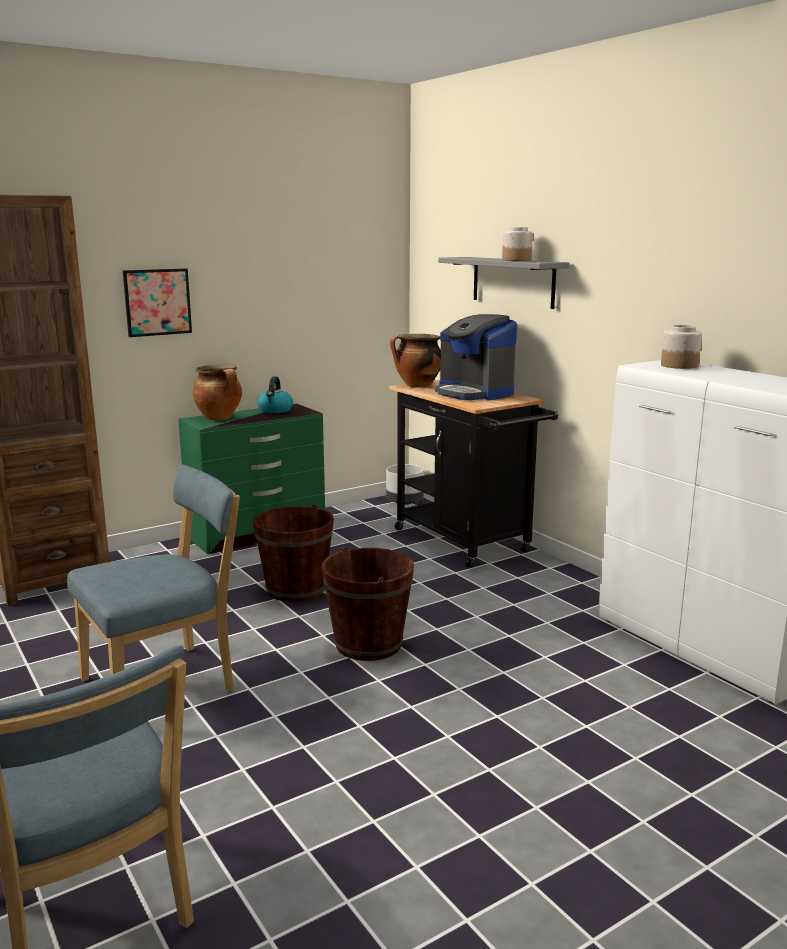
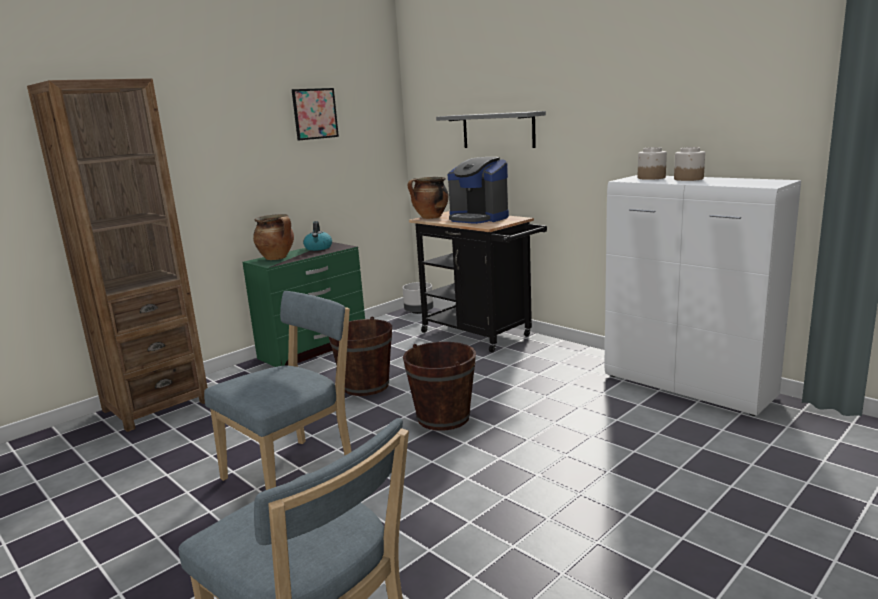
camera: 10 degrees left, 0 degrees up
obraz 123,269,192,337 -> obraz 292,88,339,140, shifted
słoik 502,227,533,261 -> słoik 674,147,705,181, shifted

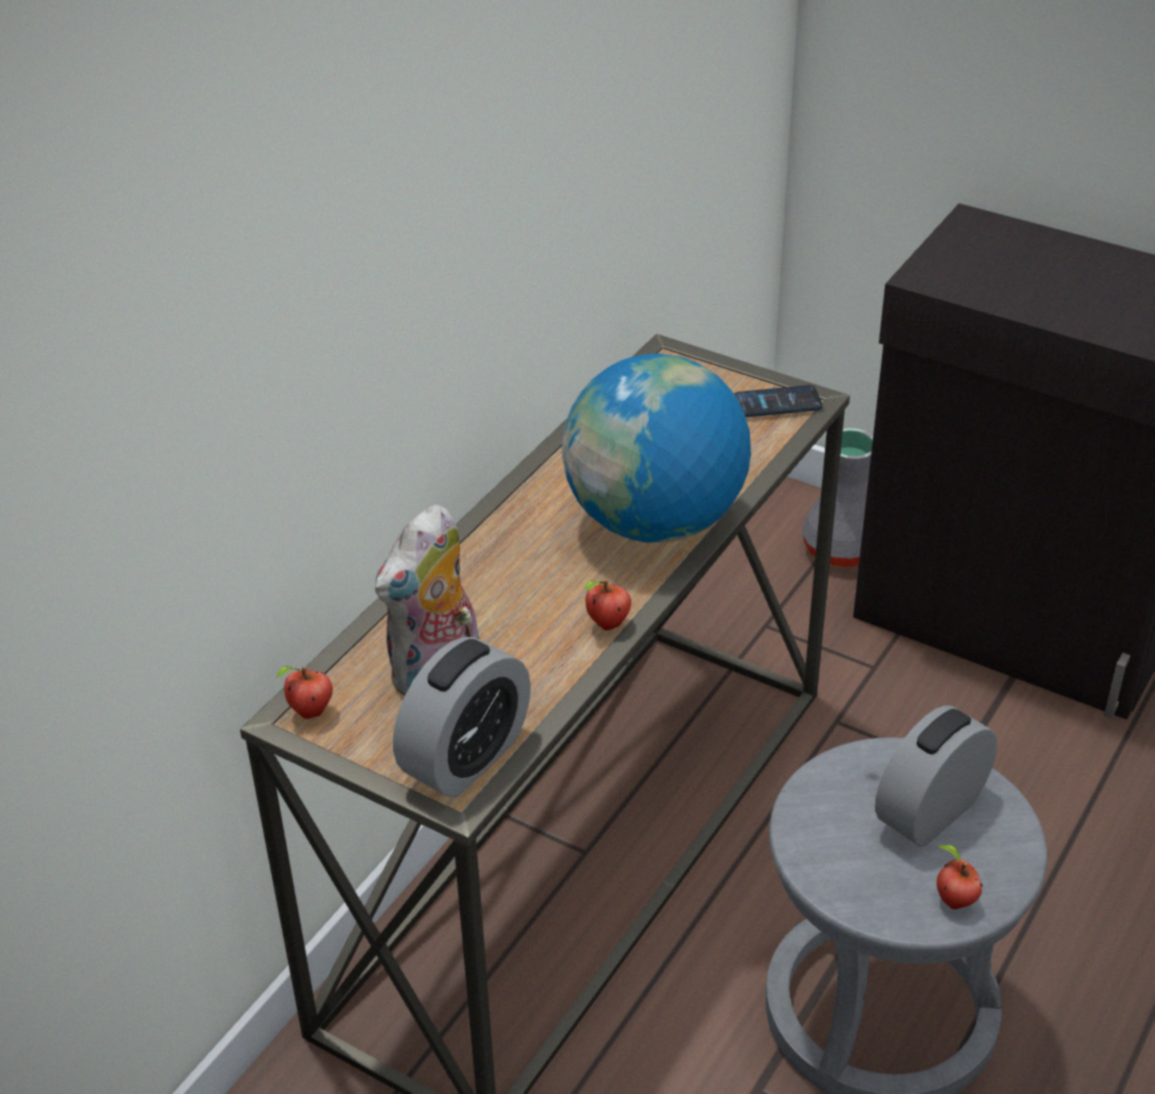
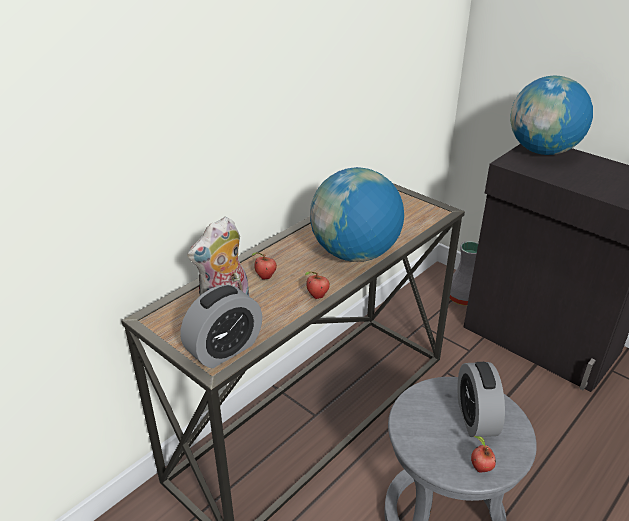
camera: 10 degrees right, 5 degrees down
jabłko 277,666,333,719 -> jabłko 251,252,277,280, shifted
telefon 735,385,823,417 -> none
budzik 875,705,997,847 -> budzik 457,362,505,437, 60 degrees counterclockwise
none -> globus 510,75,593,155

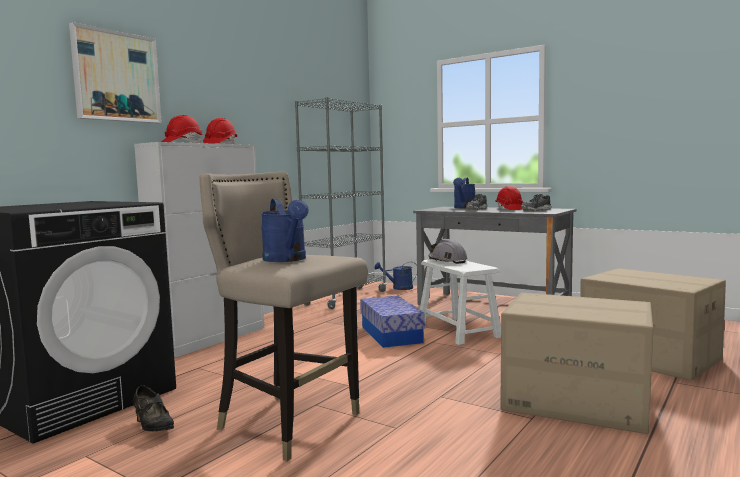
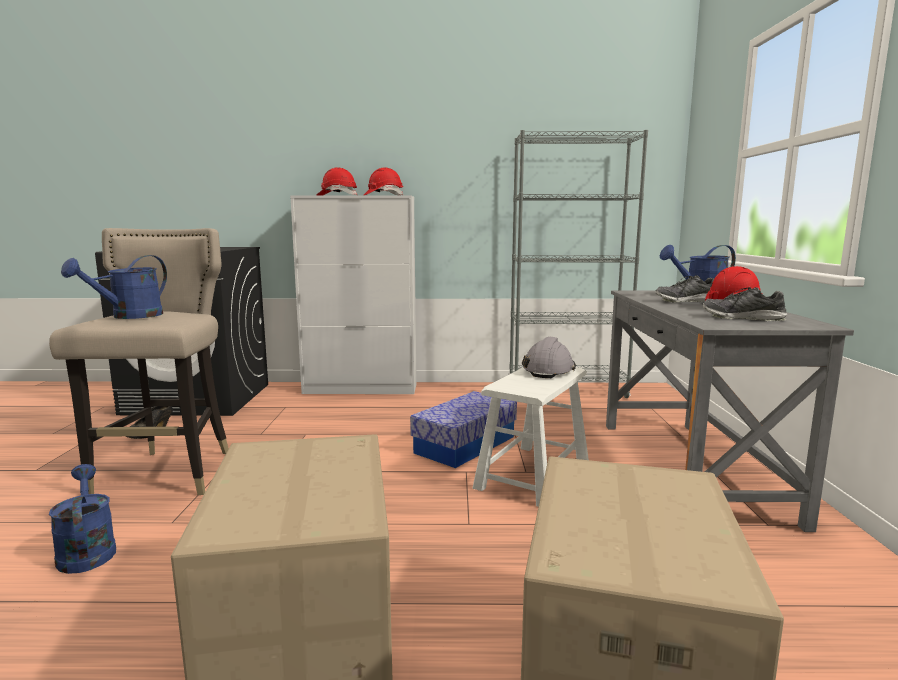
camera: 55 degrees right, 5 degrees up
obraz 69,22,162,123 -> none
konewka [niebieski] 374,262,417,290 -> konewka [niebieski] 49,464,116,574, shifted

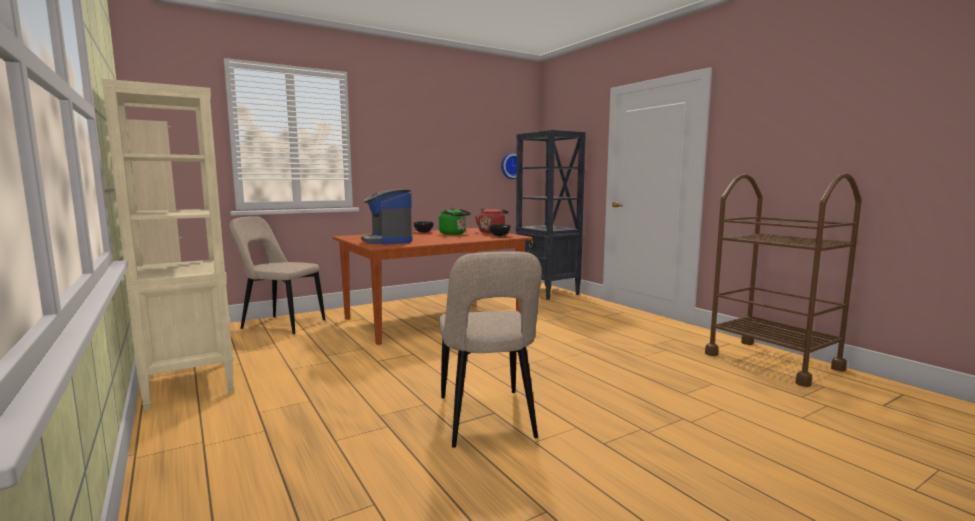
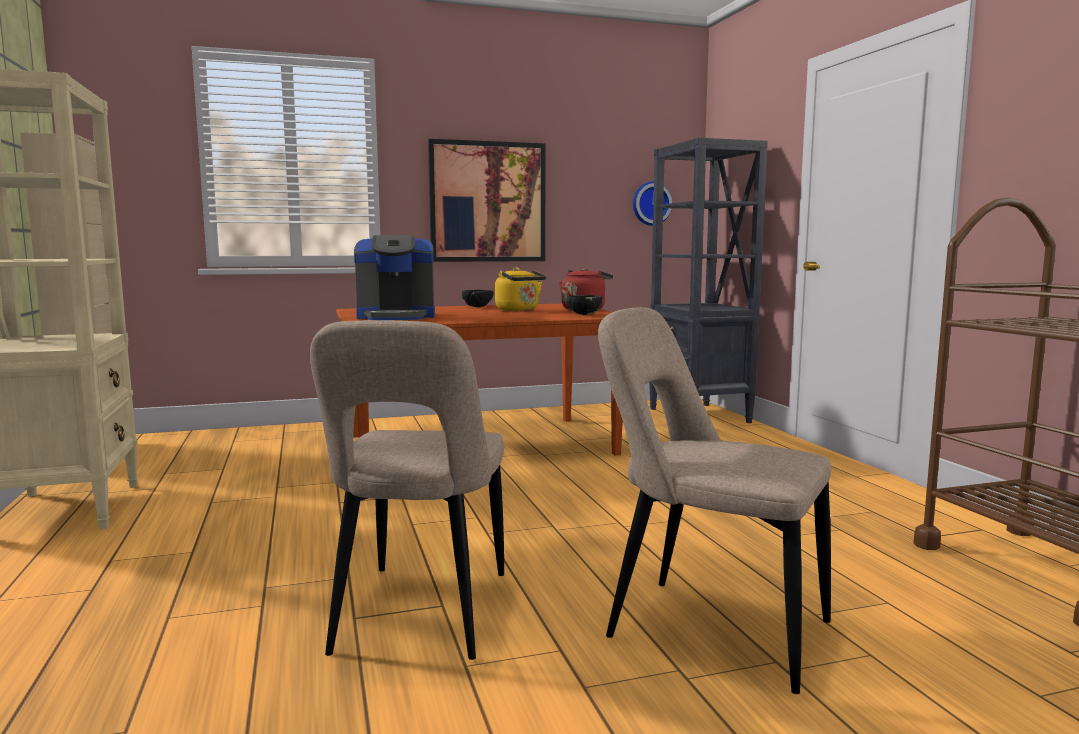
camera: 15 degrees right, 0 degrees up
krzesło [beżowy] 229,216,325,334 -> krzesło [beżowy] 598,307,831,694, shifted
ekspres do kawy 361,189,412,245 -> ekspres do kawy 354,235,435,320, 90 degrees counterclockwise
czajnik [zielony] 439,208,471,235 -> czajnik [żółty] 495,267,546,311
none -> obraz 428,139,545,262

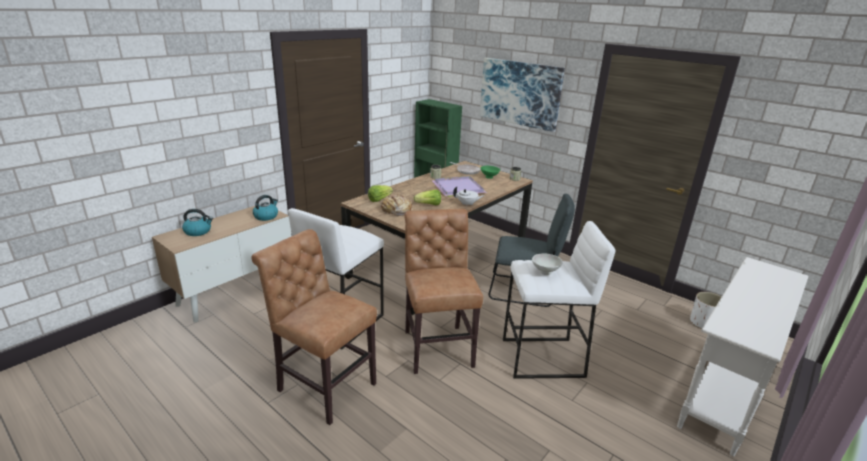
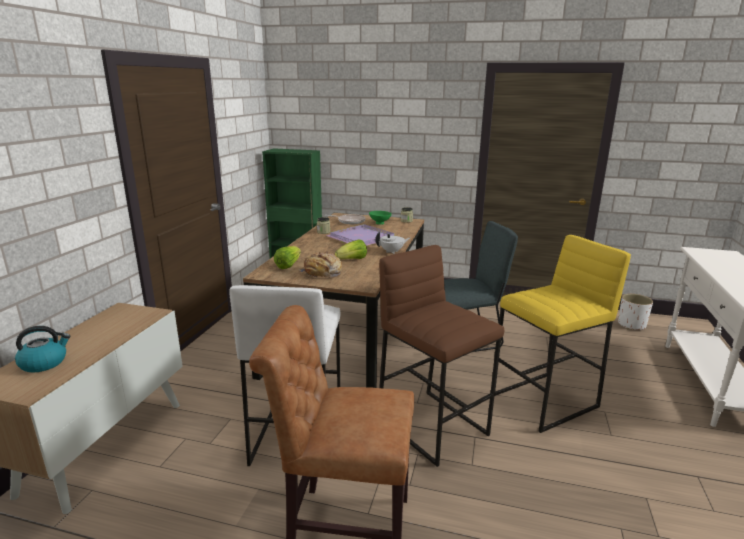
camera: 25 degrees left, 5 degrees down
czajnik 253,195,278,221 -> none
krzesło [brązowy] 404,209,483,374 -> stołek [brązowy] 379,245,504,467
obraz 480,58,565,132 -> none
stołek [biały] 503,221,616,379 -> stołek [żółty] 495,235,631,433
miska [biały] 532,253,563,275 -> none

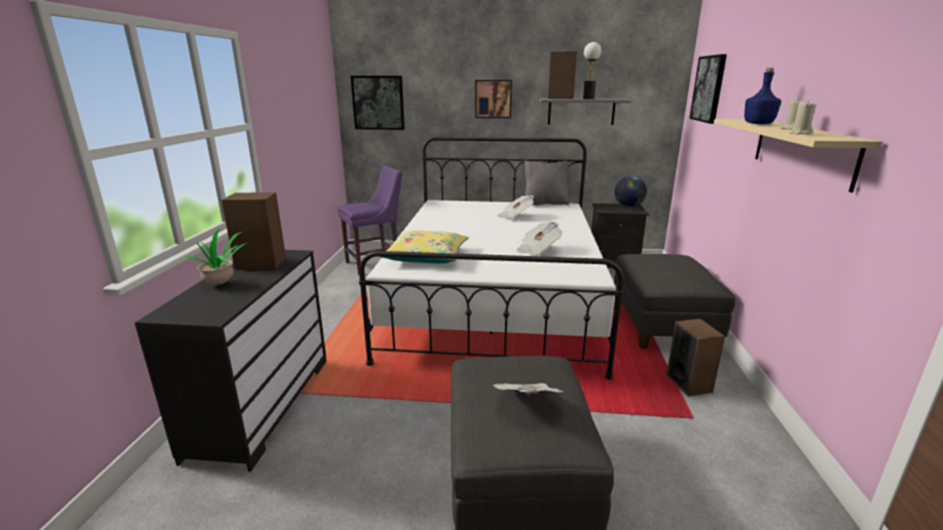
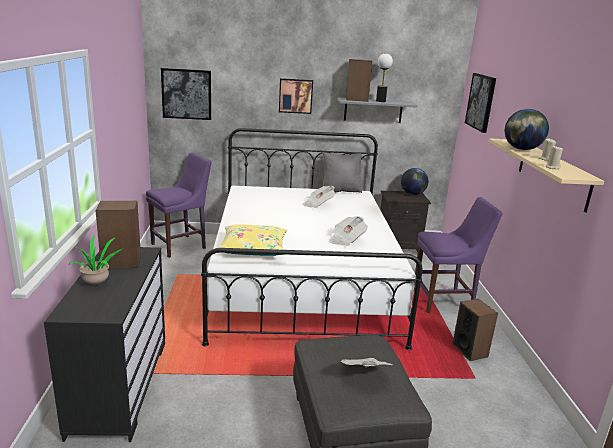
camera: 10 degrees left, 0 degrees up
pufa [szary] 614,254,735,348 -> krzesło [fioletowy] 414,197,502,313
butelka [niebieski] 744,68,781,124 -> globus 505,109,549,150

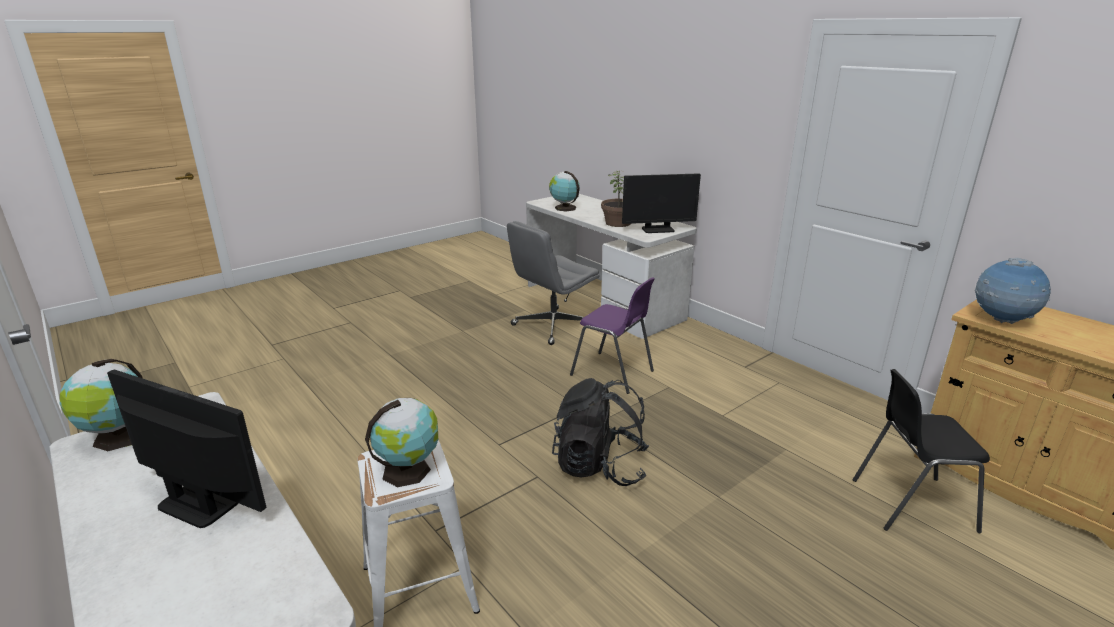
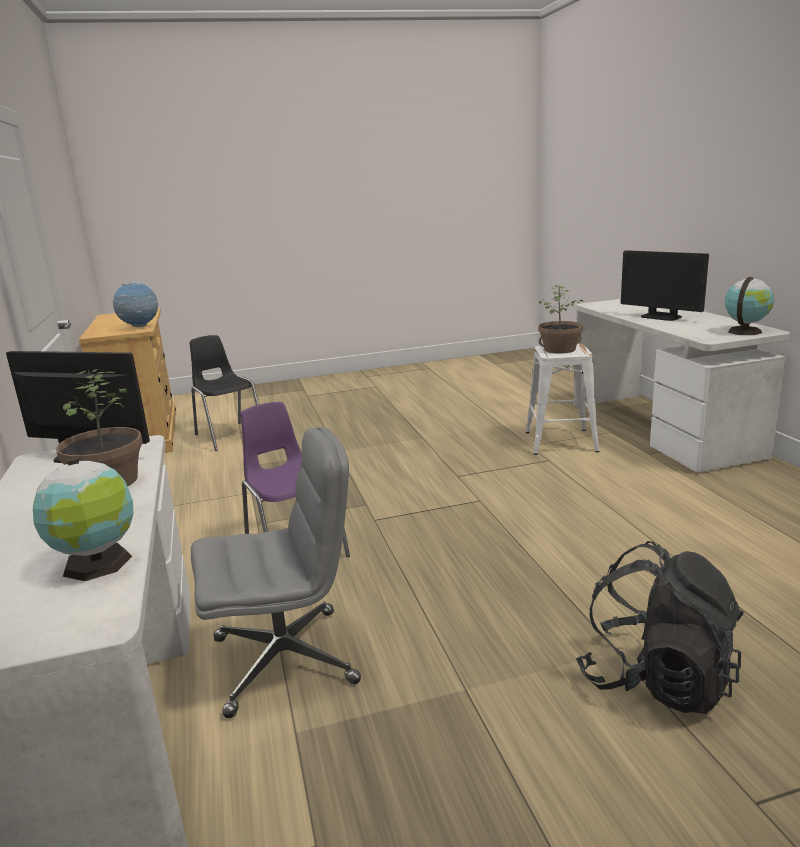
camera: 155 degrees left, 5 degrees down
globus 365,398,438,487 -> roślina doniczkowa 538,285,583,354
plecak [czarny] 552,378,649,486 -> plecak [czarny] 576,541,744,714, shifted
krzesło [czarny] 853,369,990,533 -> krzesło [czarny] 190,335,259,451, 150 degrees counterclockwise

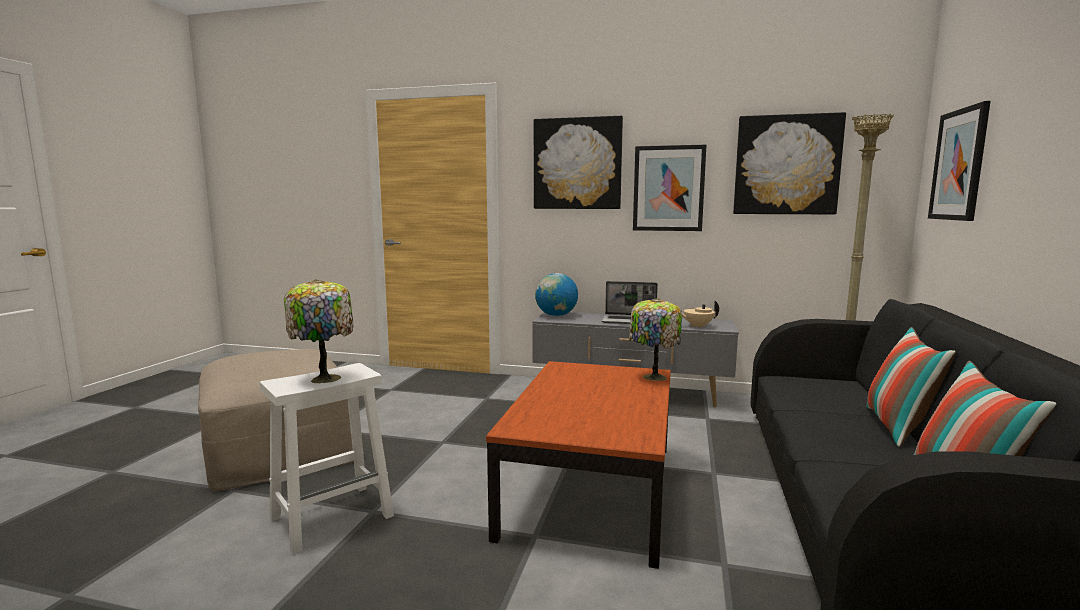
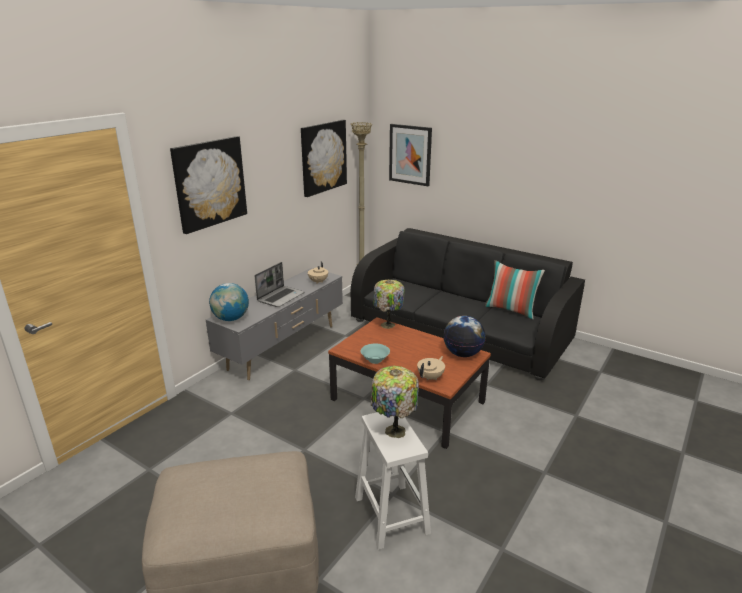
camera: 70 degrees left, 15 degrees up
obraz 633,144,707,231 -> none
poduszka 866,327,956,447 -> none
none -> miska [turkusowy] 361,344,390,364
none -> imbryk [beżowy] 417,356,445,381
none -> globus 443,316,486,357

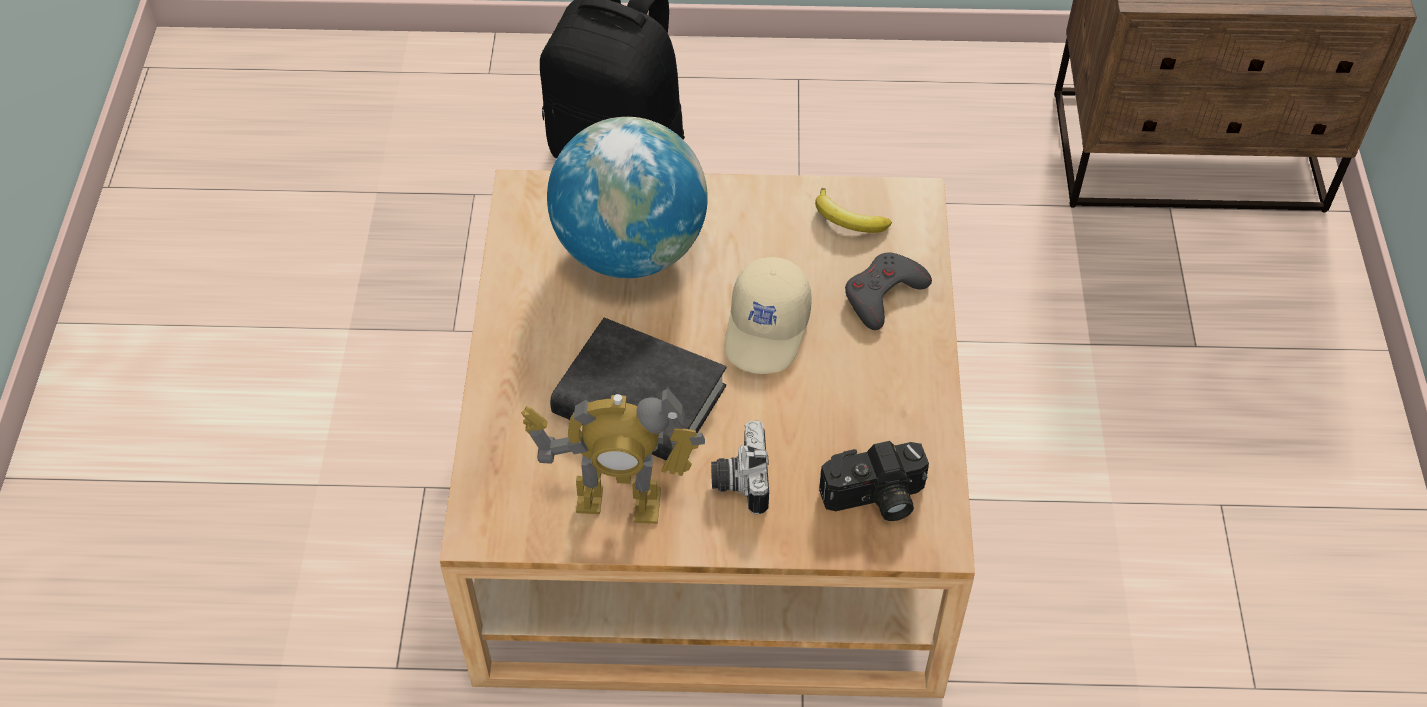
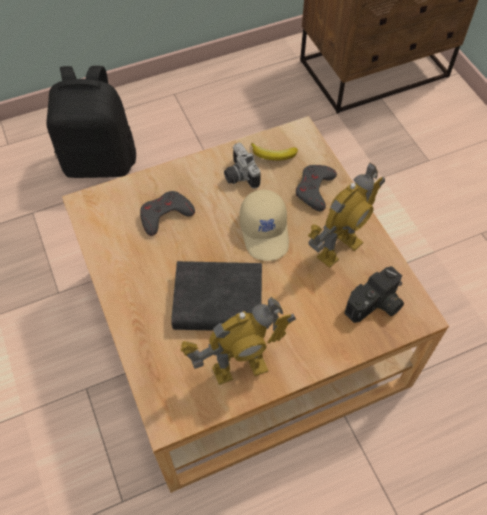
camera: 25 degrees left, 5 degrees up
globus 547,117,708,278 -> pad do gier [szary] 140,191,195,236
aparat fotograficzny 711,421,769,514 -> aparat fotograficzny 224,143,261,189, shifted
none -> robot zabawkowy 308,163,385,268

